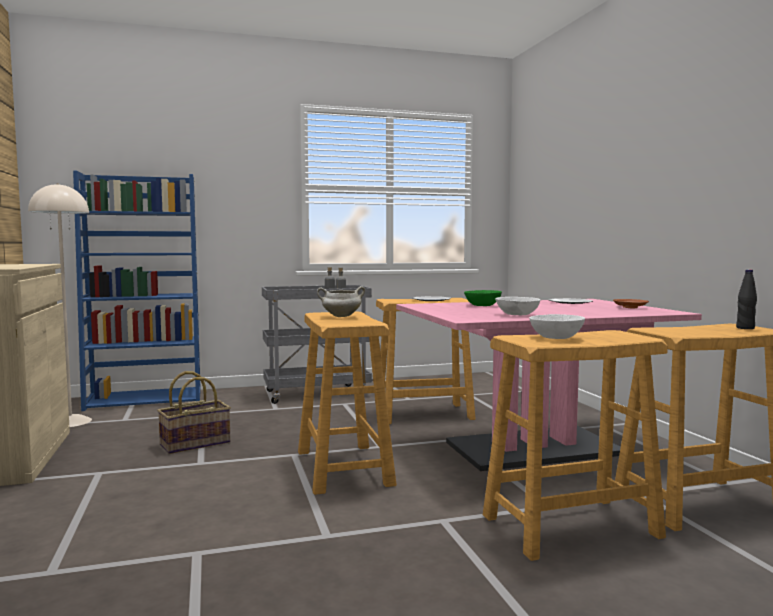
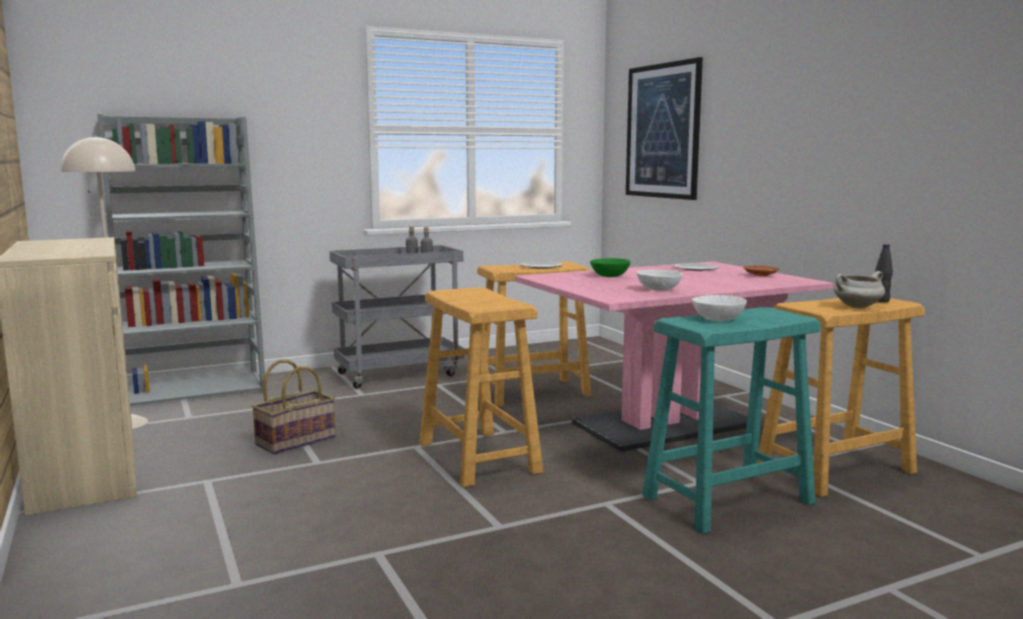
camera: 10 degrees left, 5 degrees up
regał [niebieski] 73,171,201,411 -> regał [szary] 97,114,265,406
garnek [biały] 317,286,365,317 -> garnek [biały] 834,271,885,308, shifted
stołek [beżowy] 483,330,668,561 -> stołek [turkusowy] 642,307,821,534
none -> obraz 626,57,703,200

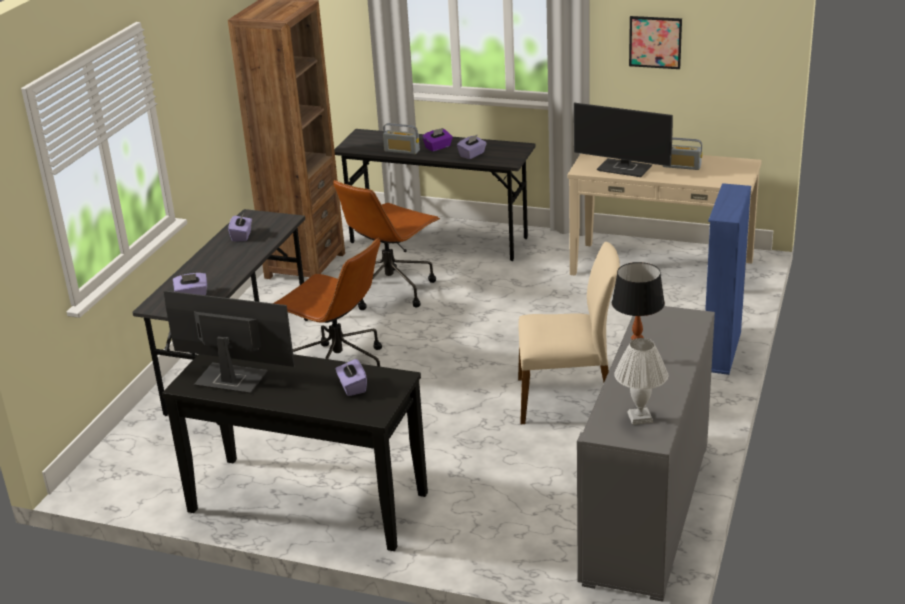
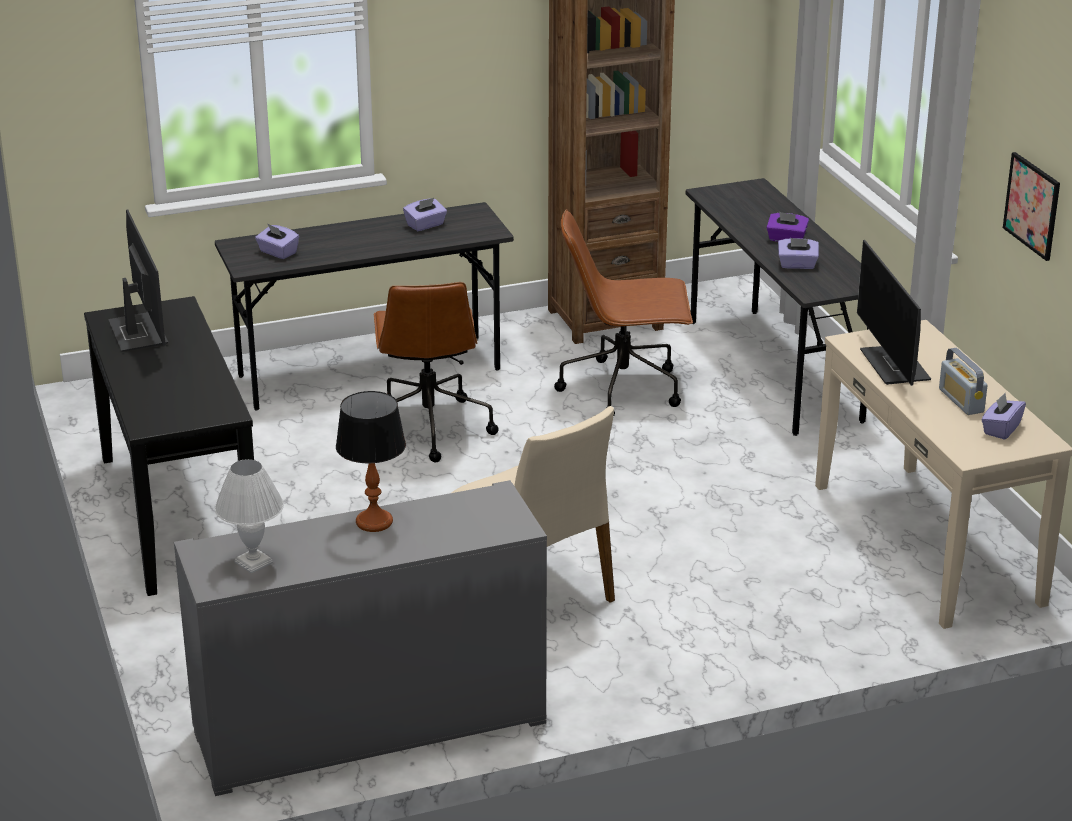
camera: 50 degrees right, 0 degrees up
pudełko chusteczek [fioletowy] 336,359,367,396 -> pudełko chusteczek [fioletowy] 982,393,1026,440, shifted
radio 383,123,420,154 -> none
regał [niebieski] 705,183,751,375 -> none

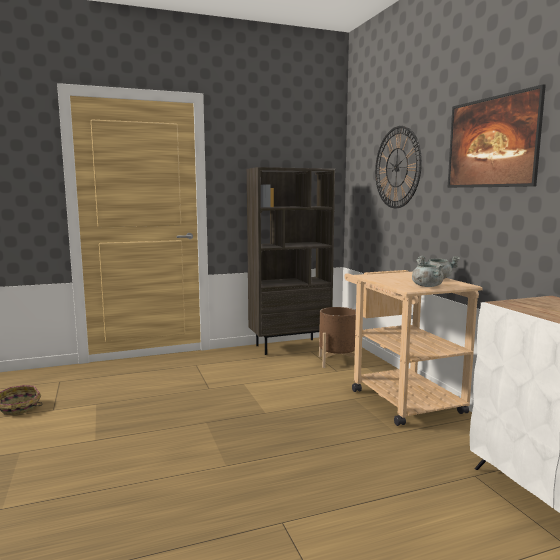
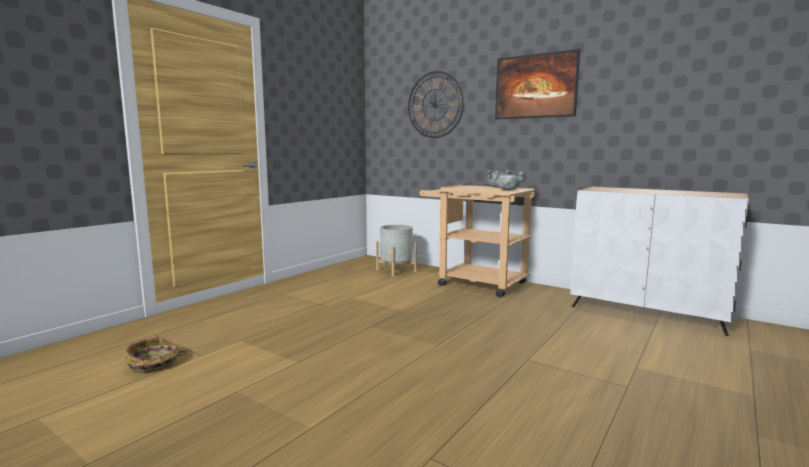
camera: 35 degrees left, 0 degrees up
regał [brązowy] 247,167,335,355 -> none
donica [brązowy] 319,307,356,368 -> donica [szary] 376,225,417,277

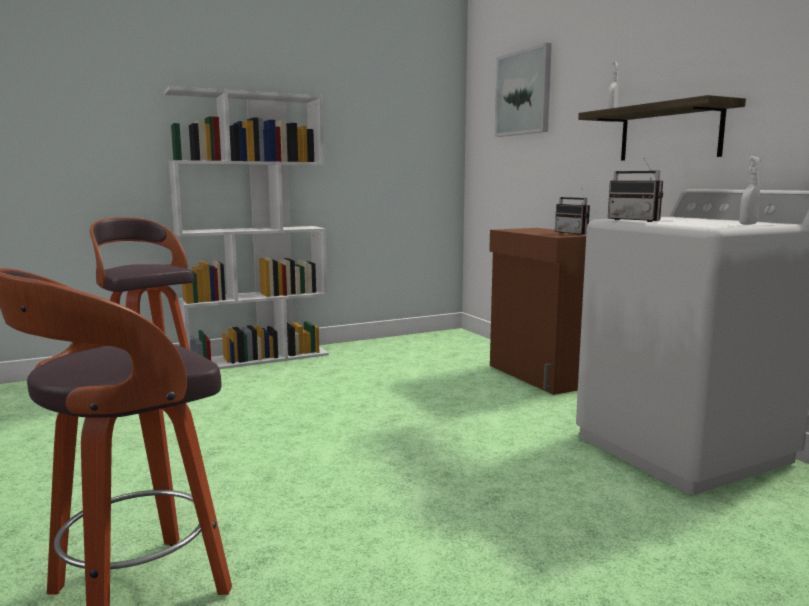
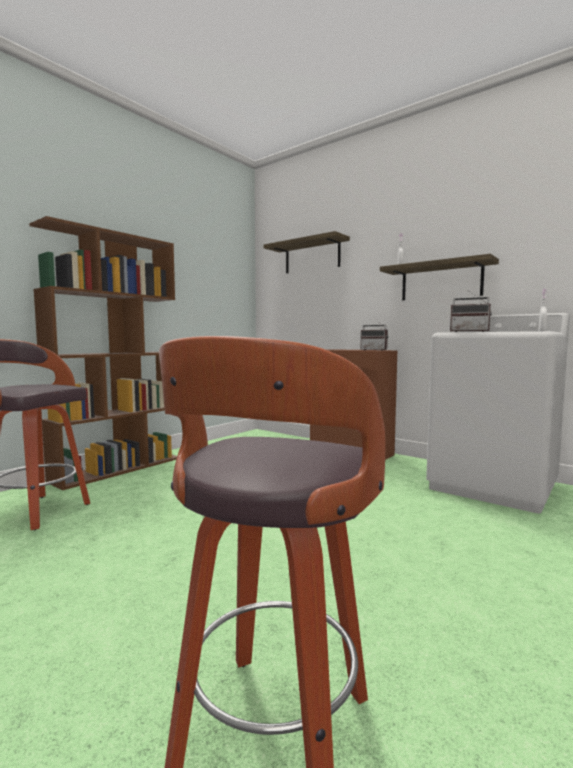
camera: 25 degrees left, 5 degrees down
regał [biały] 164,86,329,369 -> regał [brązowy] 29,216,177,490
obraz 495,43,552,137 -> półka 263,231,350,273

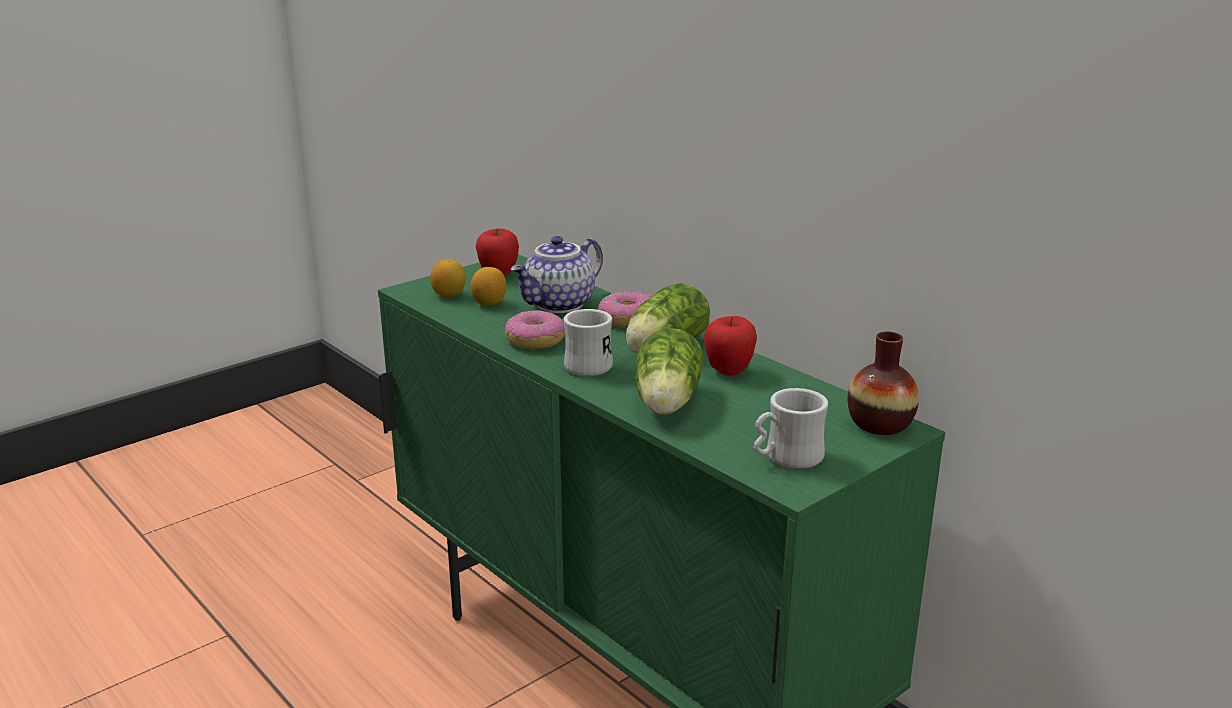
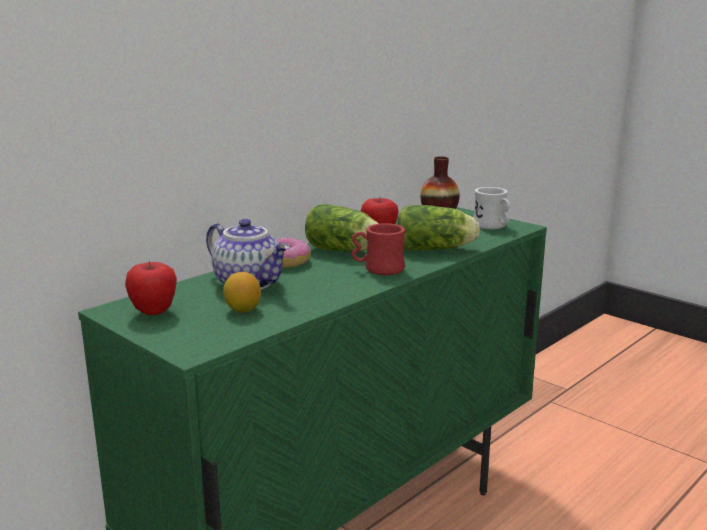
camera: 95 degrees left, 5 degrees down
cytryna 430,259,466,297 -> none
donut 505,310,565,349 -> none
kubek [biały] 564,309,613,376 -> kubek [czerwony] 352,223,405,275

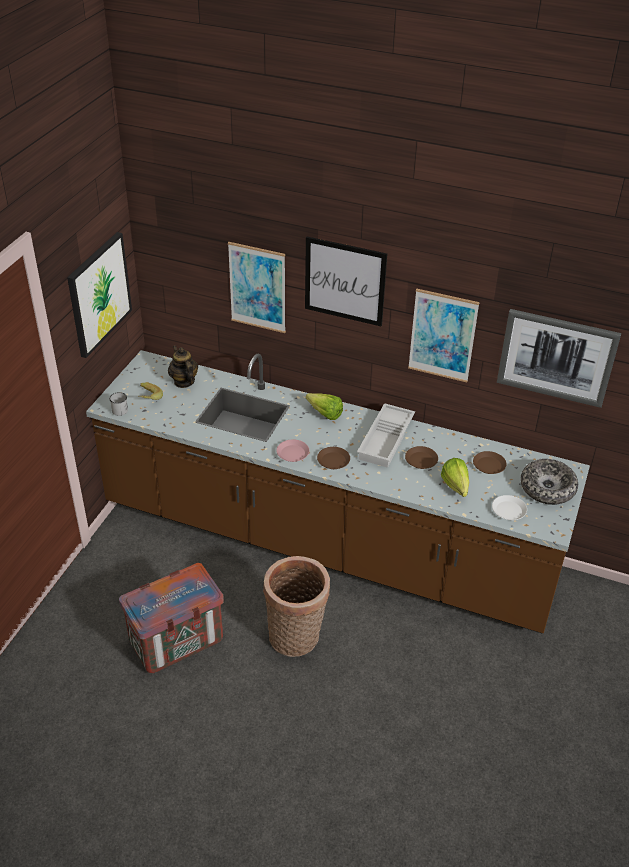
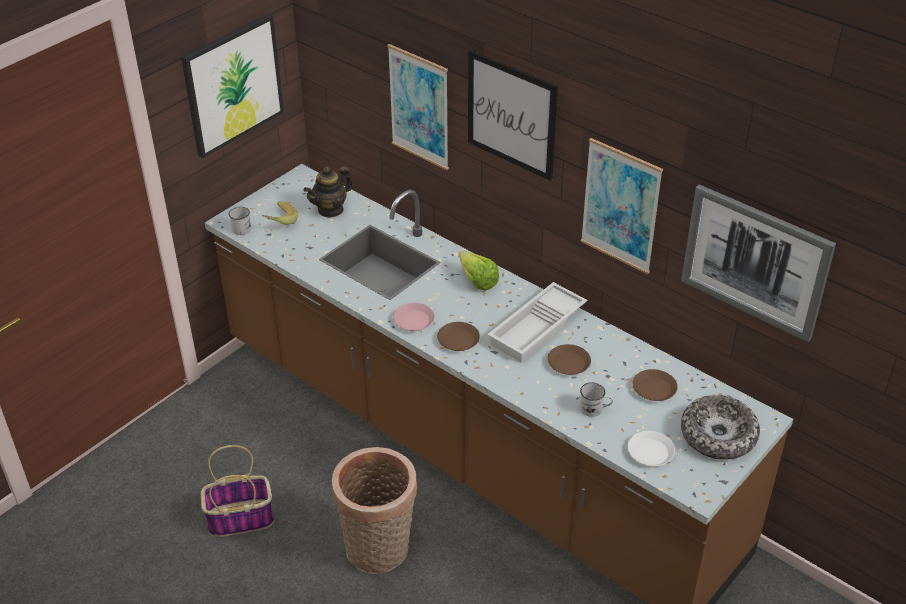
camera: 20 degrees right, 0 degrees up
skrzynka 119,563,224,673 -> koszyk 201,445,274,537
imbryk 168,345,198,388 -> imbryk 304,166,353,218, 120 degrees counterclockwise
sałata 441,458,469,497 -> kubek [biały] 580,382,613,417

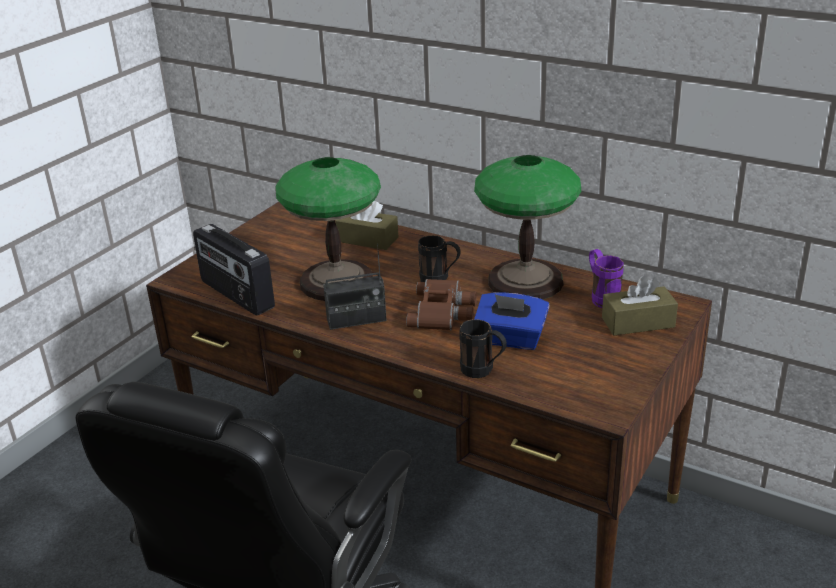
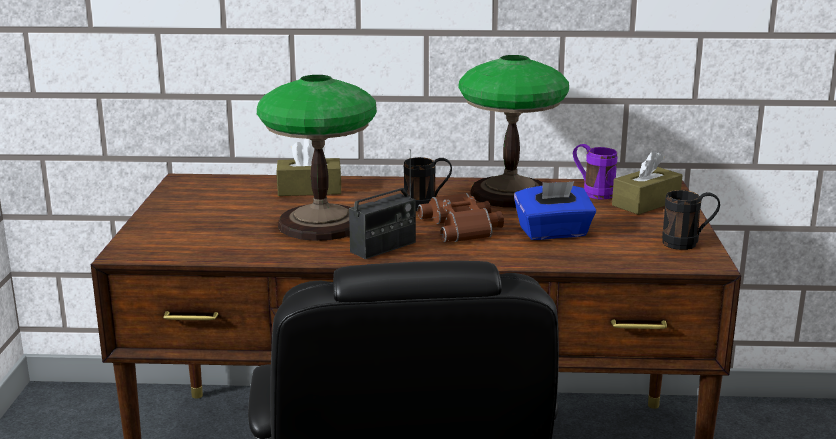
camera: 30 degrees left, 10 degrees down
radio 193,224,275,316 -> none
kubek [czarny] 459,319,507,378 -> kubek [czarny] 662,190,720,250, shifted

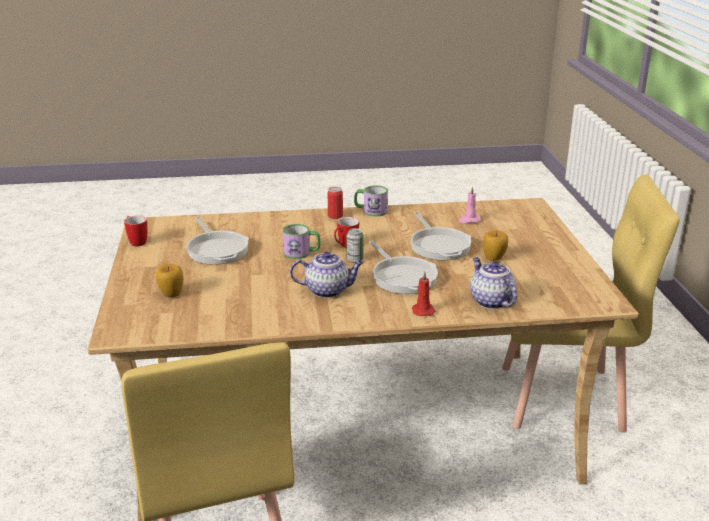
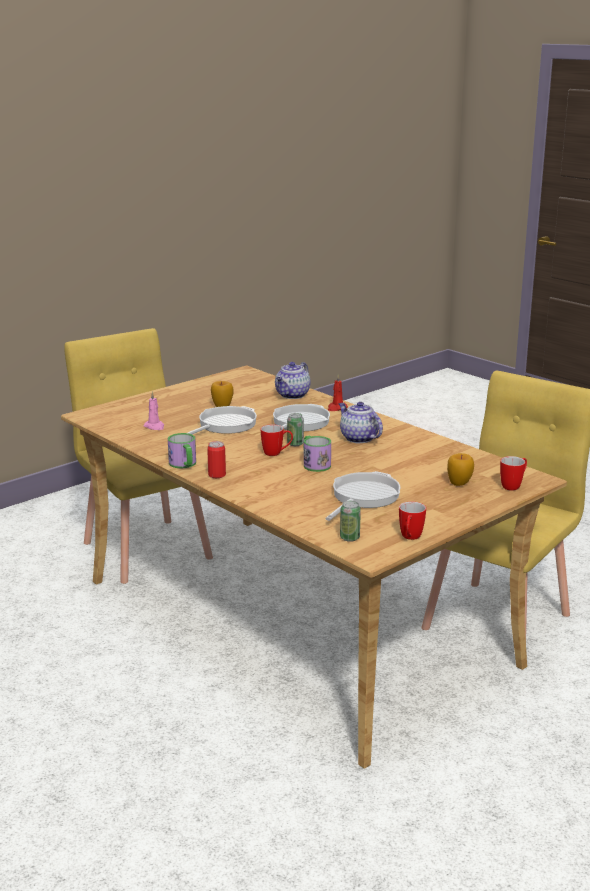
camera: 125 degrees left, 5 degrees down
none -> puszka 340,501,361,542
none -> kubek 500,456,527,491

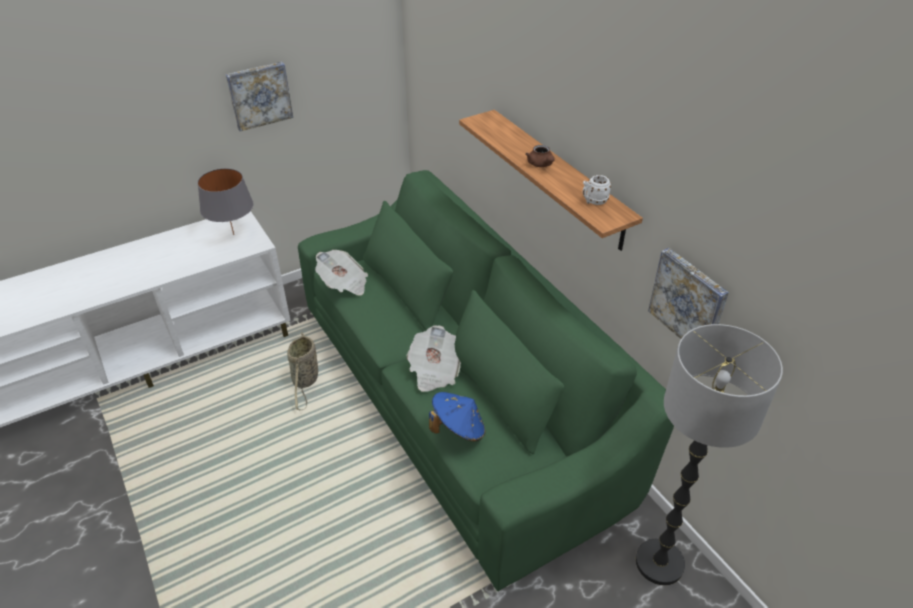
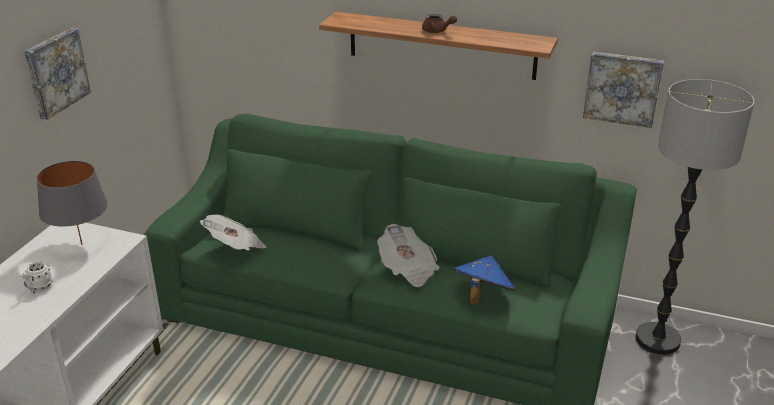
camera: 40 degrees left, 10 degrees down
koszyk 287,332,318,410 -> none
kubek [biały] 583,175,611,205 -> kubek [biały] 21,262,53,293, shifted

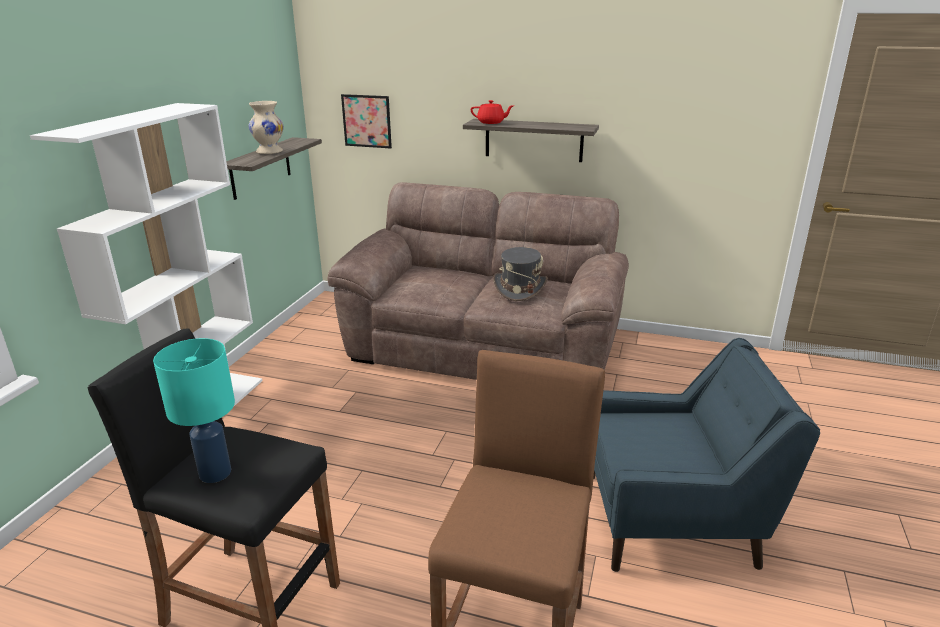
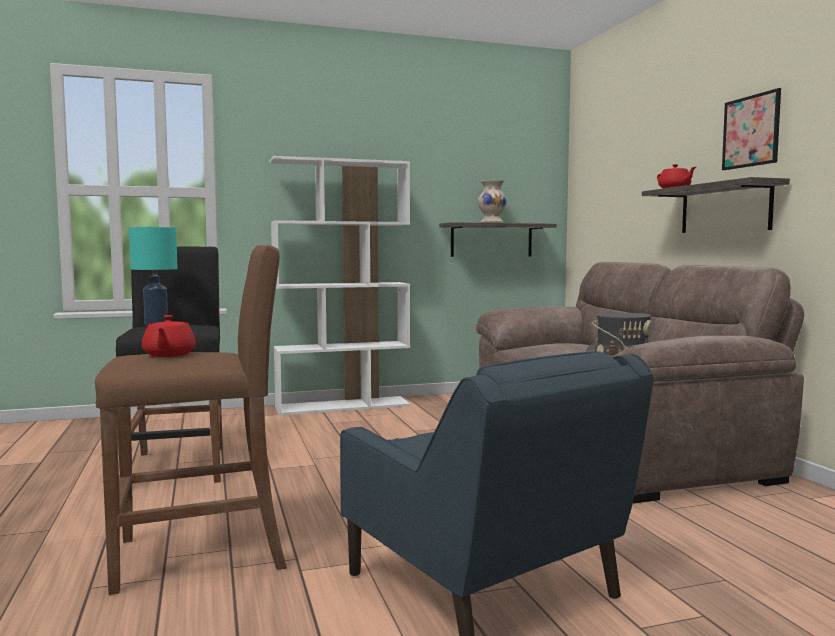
camera: 55 degrees right, 20 degrees down
obraz 341,94,392,148 -> obraz 722,88,781,170, shifted
none -> imbryk [czerwony] 142,315,196,357

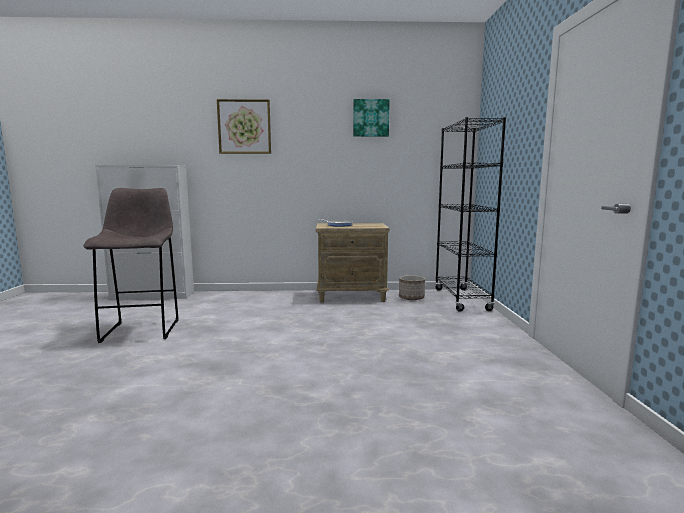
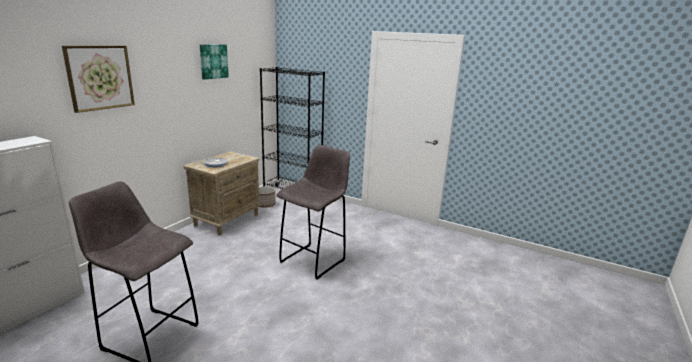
camera: 60 degrees left, 10 degrees up
none -> stołek [szary] 276,145,350,280

